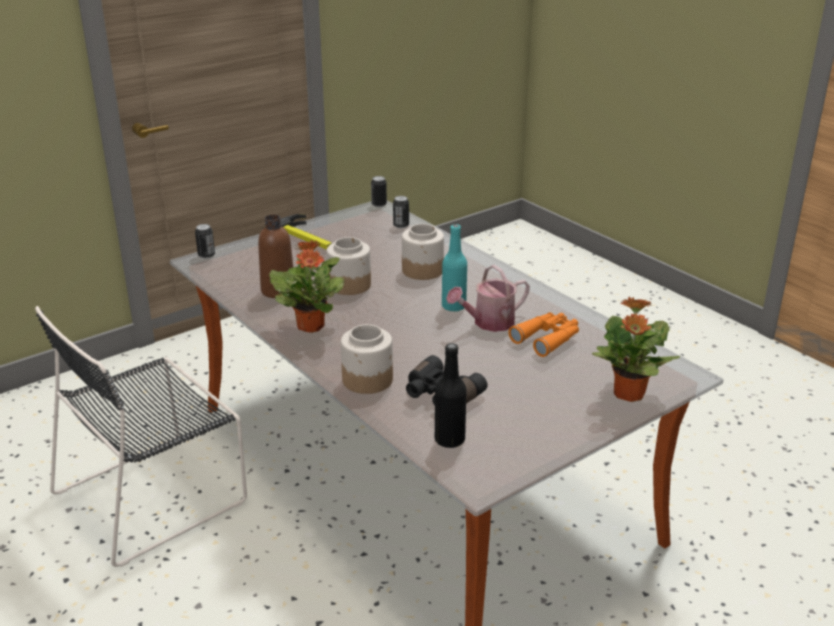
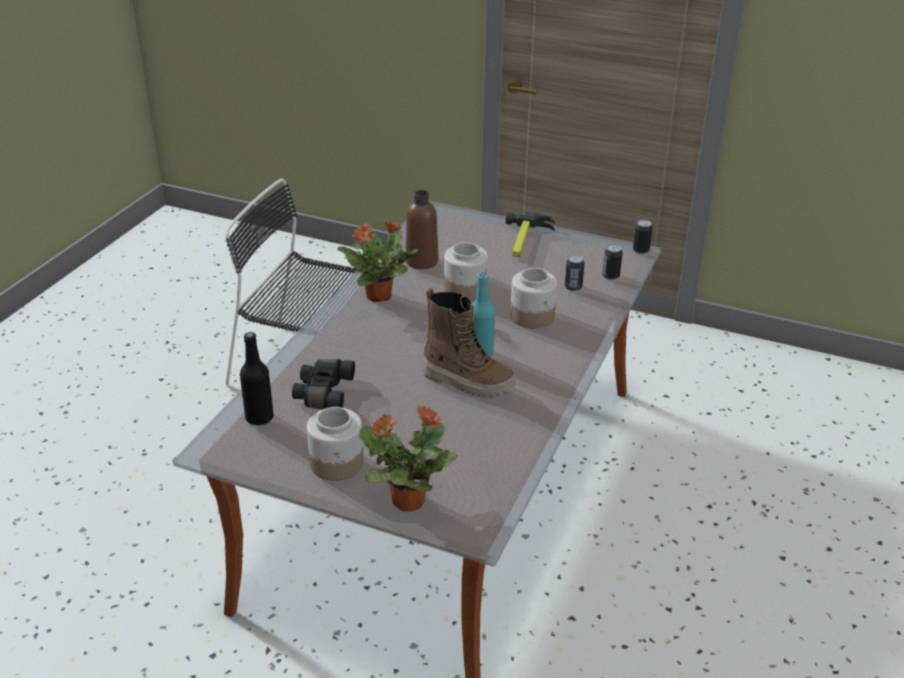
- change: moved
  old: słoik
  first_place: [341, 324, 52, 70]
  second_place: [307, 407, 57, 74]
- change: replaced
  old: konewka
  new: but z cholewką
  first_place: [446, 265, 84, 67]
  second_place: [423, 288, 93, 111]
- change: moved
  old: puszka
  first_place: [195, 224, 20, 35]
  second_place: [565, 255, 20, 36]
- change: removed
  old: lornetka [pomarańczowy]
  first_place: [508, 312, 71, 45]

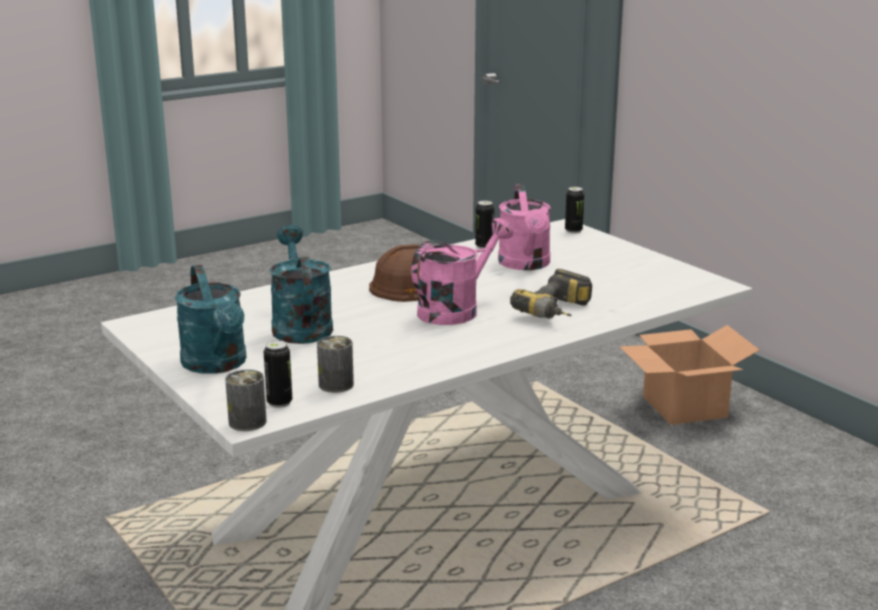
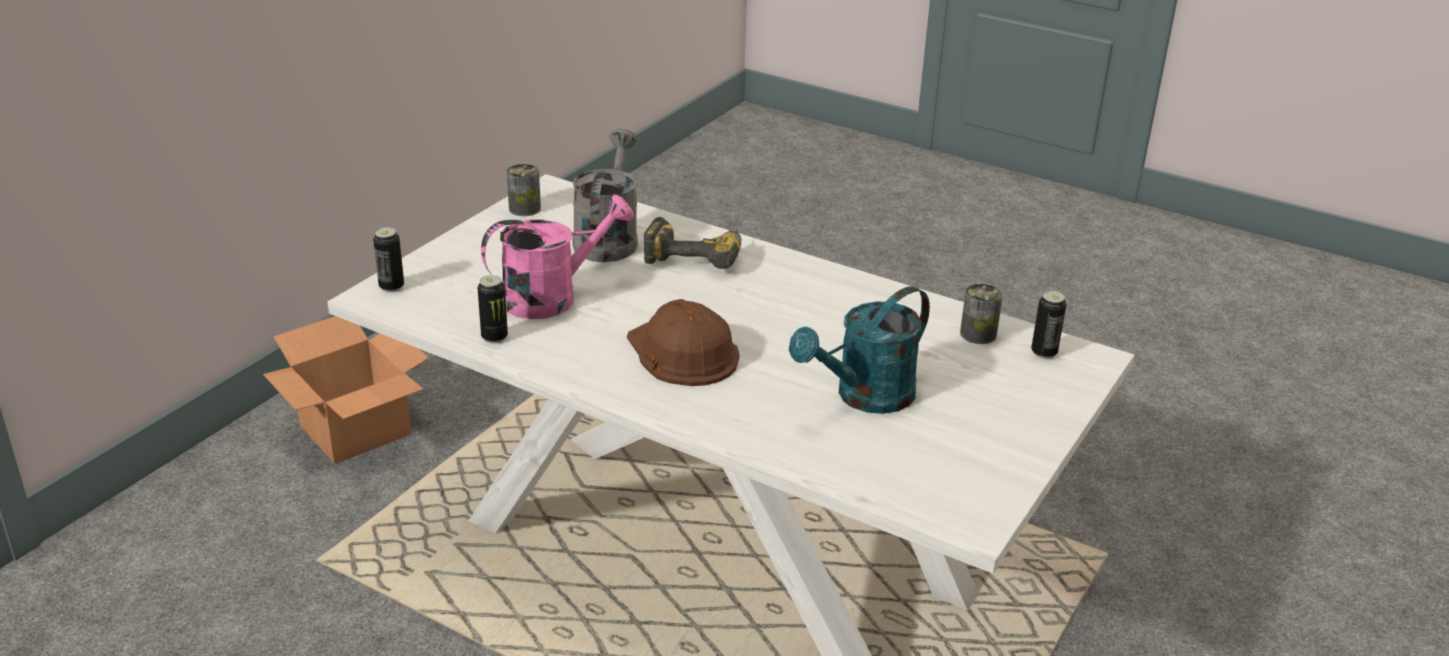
- change: moved
  old: puszka
  first_place: [225, 370, 41, 61]
  second_place: [507, 164, 34, 52]
- change: added
  new: konewka [szary]
  second_place: [572, 128, 66, 134]
- change: removed
  old: konewka [turkusowy]
  first_place: [175, 265, 71, 109]
- change: removed
  old: konewka [różowy]
  first_place: [411, 218, 102, 107]

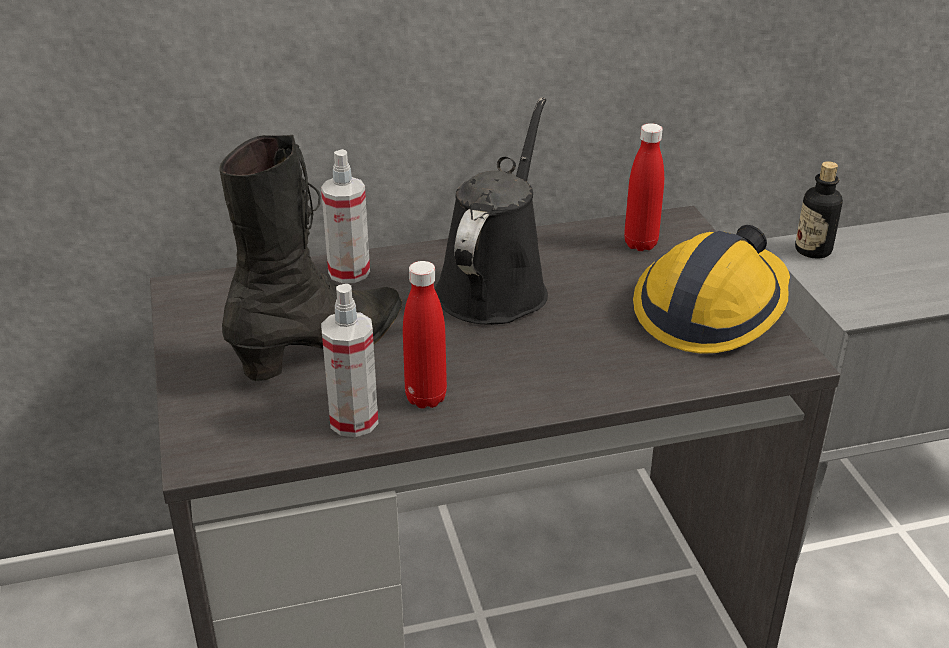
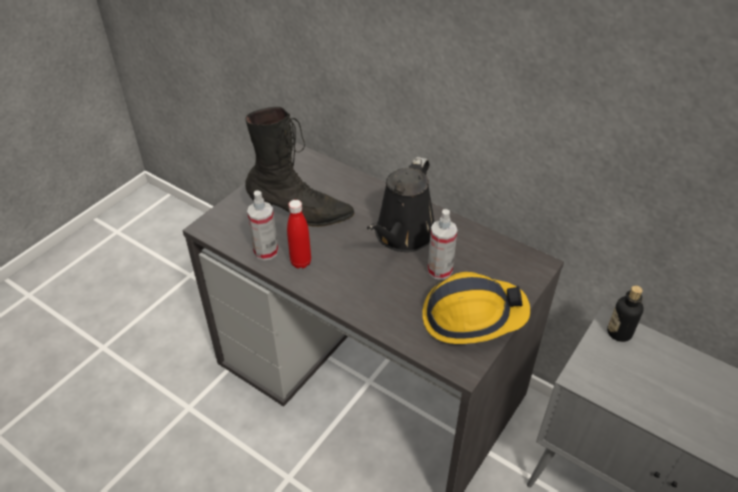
- change: turned
  old: konewka [czarny]
  first_place: [435, 97, 113, 228]
  second_place: [367, 157, 68, 95]
  degrees: 135
- change: moved
  old: spryskiwacz
  first_place: [321, 149, 49, 134]
  second_place: [428, 209, 30, 71]
- change: removed
  old: butelka [czerwony]
  first_place: [624, 123, 40, 128]

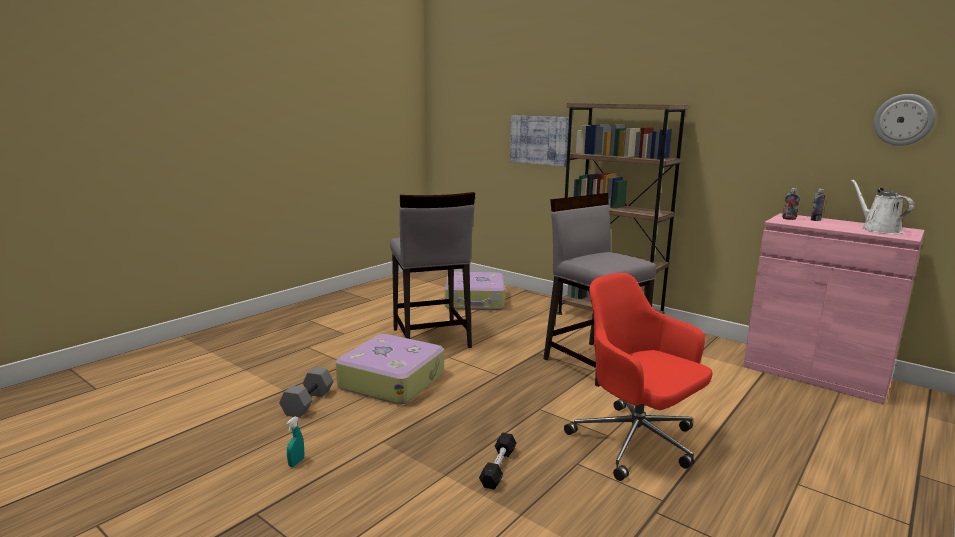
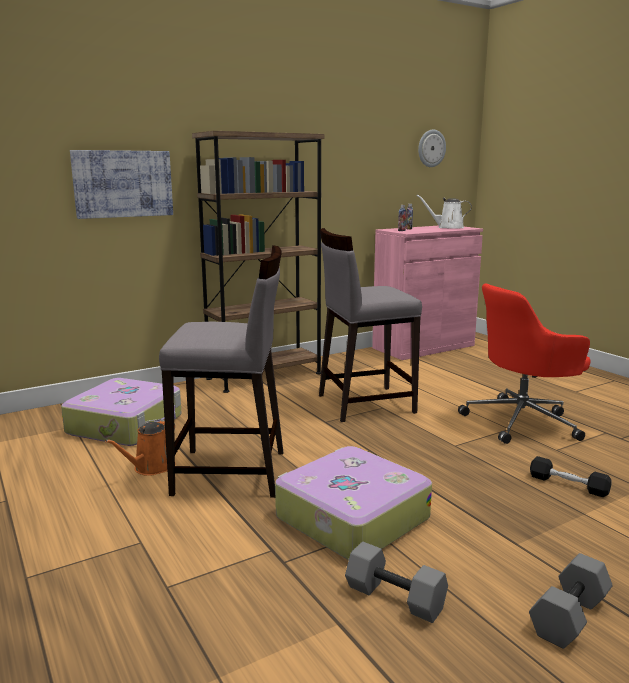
- change: added
  new: konewka [pomarańczowy]
  second_place: [105, 419, 70, 57]
- change: replaced
  old: spryskiwacz [turkusowy]
  new: hantel [szary]
  first_place: [287, 417, 17, 50]
  second_place: [529, 553, 84, 96]

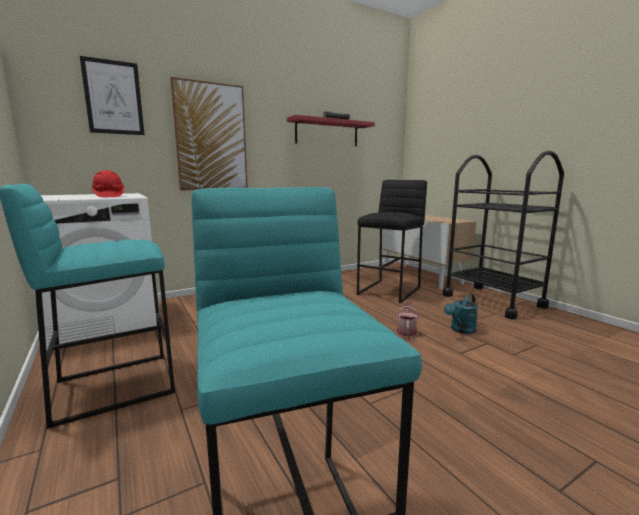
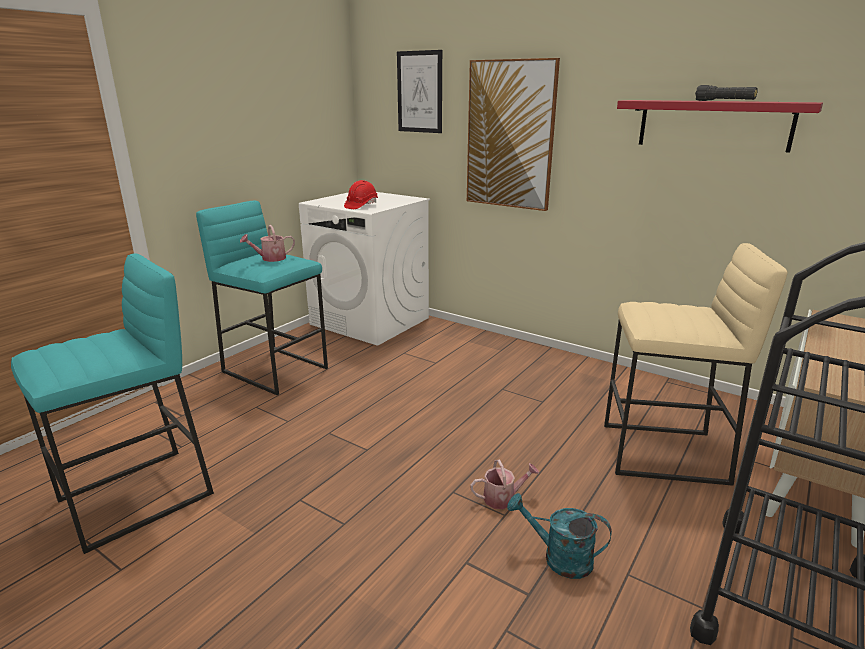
- change: added
  new: konewka
  second_place: [240, 225, 55, 37]
- change: recoloured
  old: stołek [czarny]
  new: stołek [beżowy]
  first_place: [357, 180, 70, 123]
  second_place: [604, 243, 184, 243]

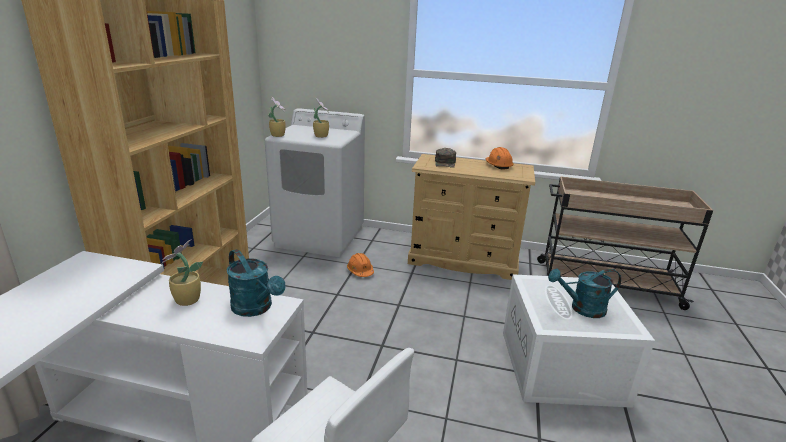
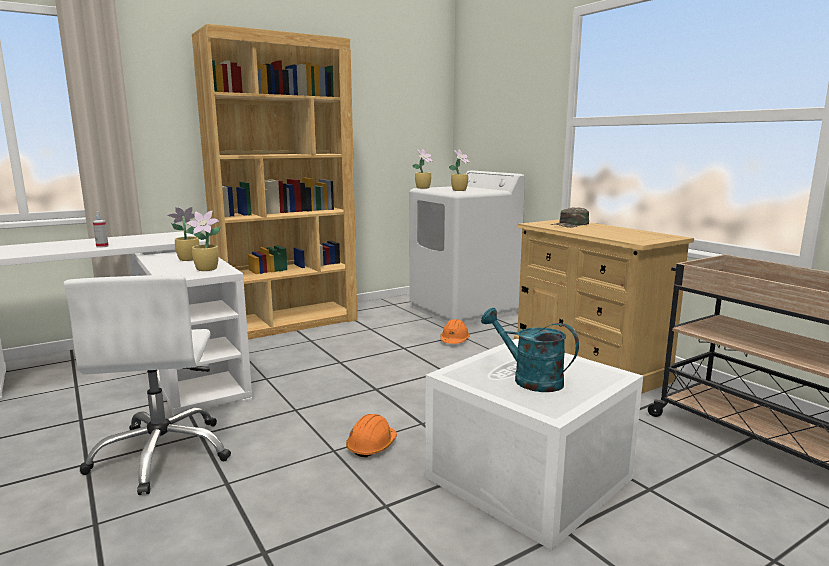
- change: added
  new: spryskiwacz
  second_place: [93, 212, 16, 36]
- change: replaced
  old: konewka [turkusowy]
  new: roślina doniczkowa
  first_place: [226, 249, 60, 68]
  second_place: [186, 211, 35, 60]
- change: moved
  old: kask [pomarańczowy]
  first_place: [486, 147, 28, 23]
  second_place: [346, 414, 51, 43]

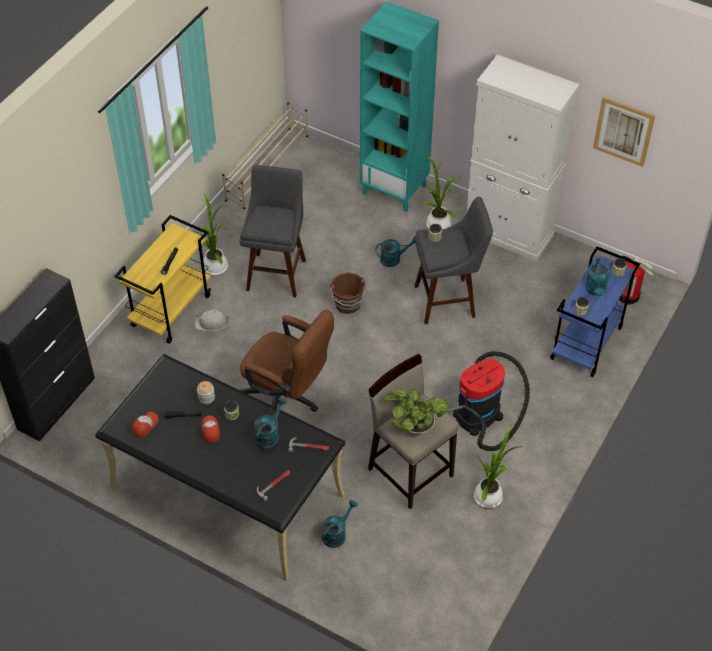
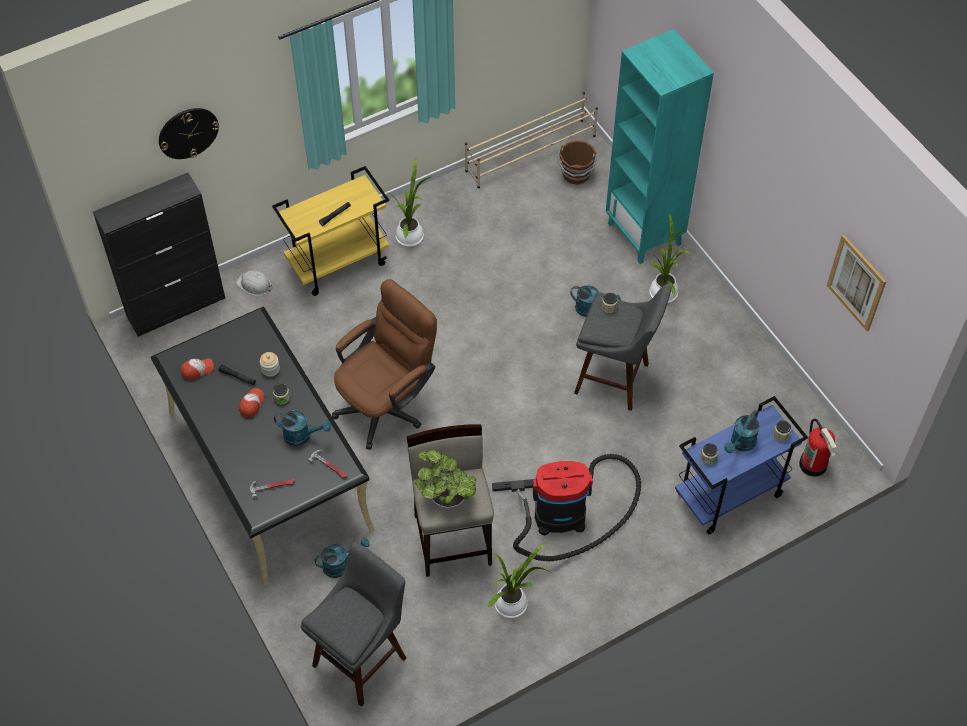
- change: added
  new: zegar ścienny
  second_place: [159, 108, 60, 51]
- change: moved
  old: kask [biały]
  first_place: [195, 310, 34, 22]
  second_place: [236, 271, 35, 25]
- change: turned
  old: konewka [turkusowy]
  first_place: [255, 397, 32, 52]
  second_place: [274, 410, 57, 36]
  degrees: 45
- change: moved
  old: stołek [szary]
  first_place: [240, 165, 66, 133]
  second_place: [301, 542, 105, 165]
- change: turned
  old: krzesło biurowe [brązowy]
  first_place: [240, 310, 94, 102]
  second_place: [332, 279, 105, 171]
  degrees: -105
- change: moved
  old: wiadro [brązowy]
  first_place: [330, 272, 38, 42]
  second_place: [557, 141, 40, 44]
- change: removed
  old: szafka [biały]
  first_place: [467, 54, 113, 208]

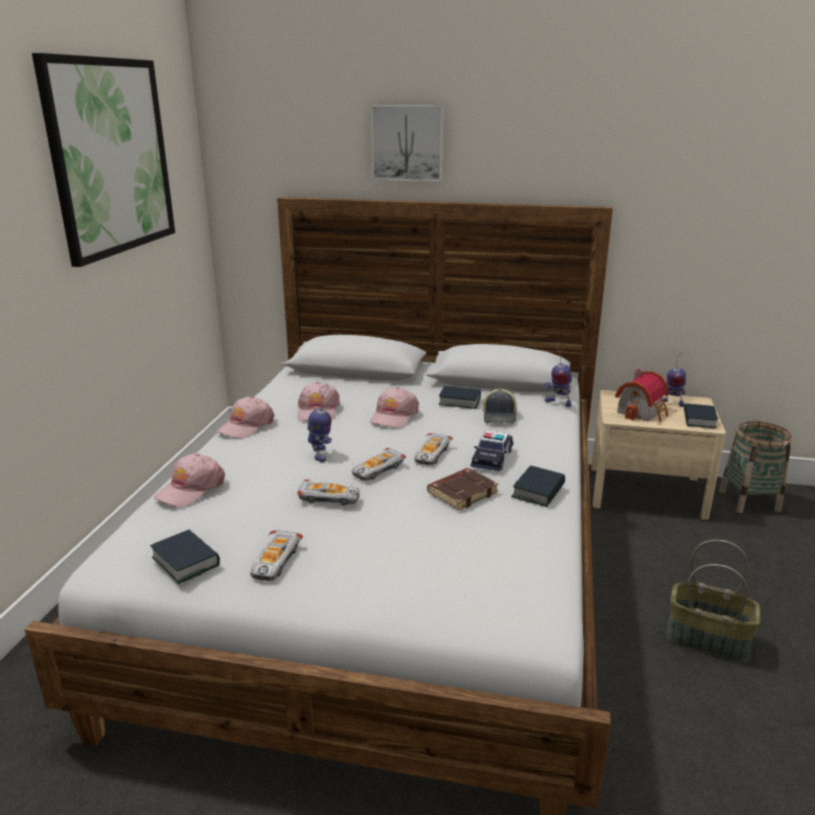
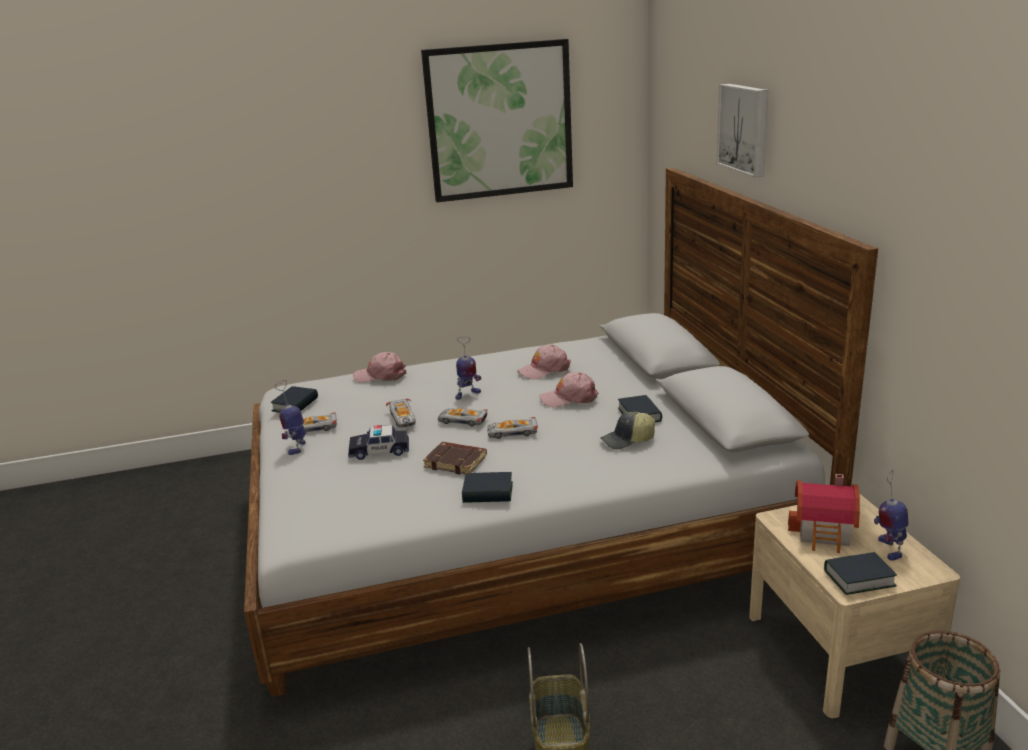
- change: moved
  old: robot zabawkowy
  first_place: [544, 342, 28, 65]
  second_place: [275, 380, 31, 75]
- change: moved
  old: samochodzik
  first_place: [471, 430, 43, 42]
  second_place: [348, 425, 61, 35]
- change: removed
  old: czapka z daszkiem [różowy]
  first_place: [217, 396, 57, 43]

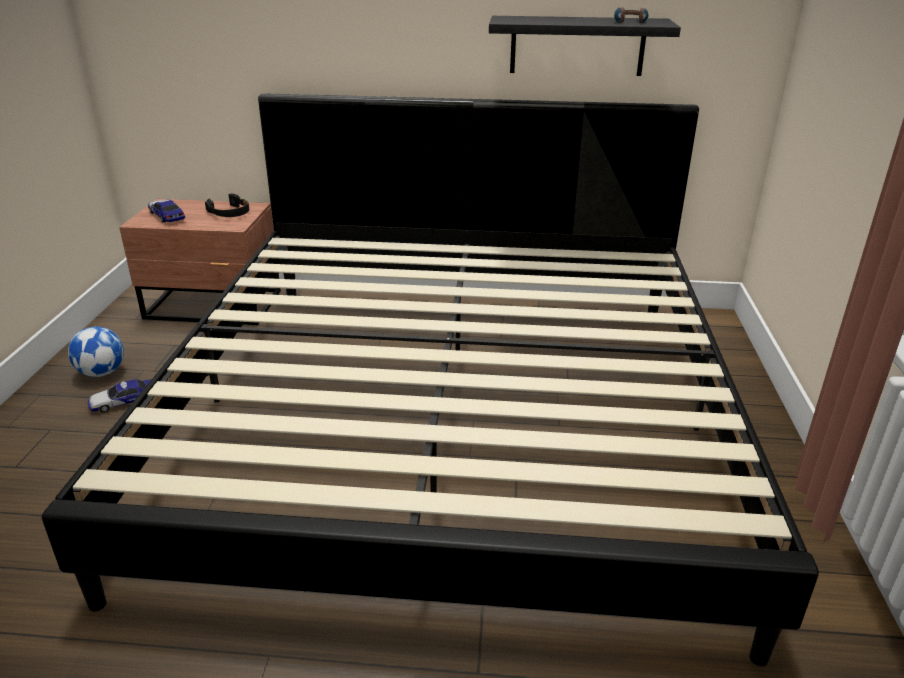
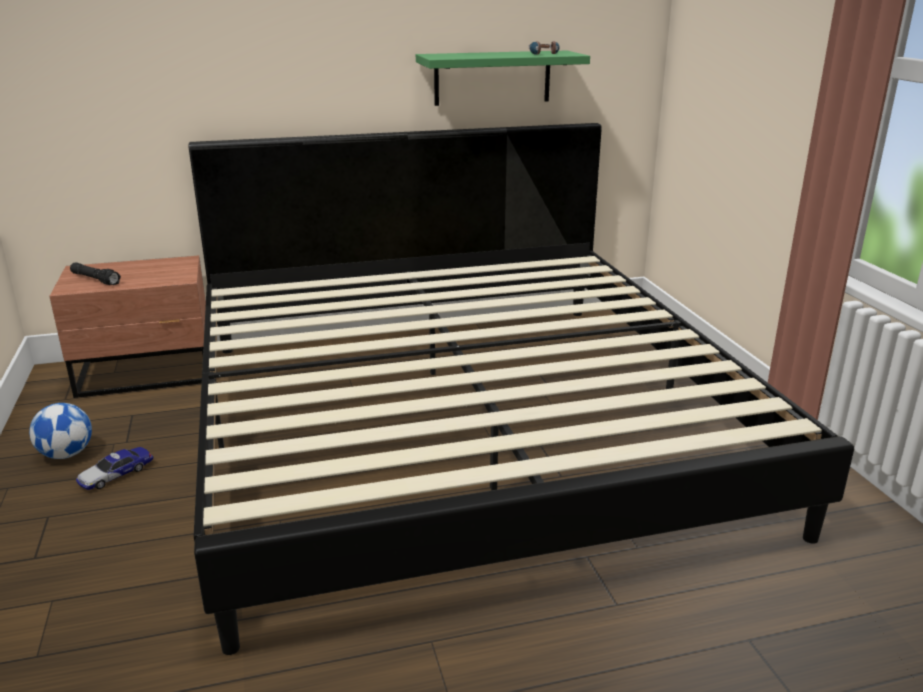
- change: replaced
  old: samochodzik
  new: latarka [czarny]
  first_place: [148, 199, 37, 23]
  second_place: [70, 263, 51, 22]
- change: recoloured
  old: półka [czarny]
  new: półka [zielony]
  first_place: [489, 16, 192, 60]
  second_place: [416, 51, 174, 55]
- change: removed
  old: słuchawki [czarny]
  first_place: [205, 193, 44, 24]

